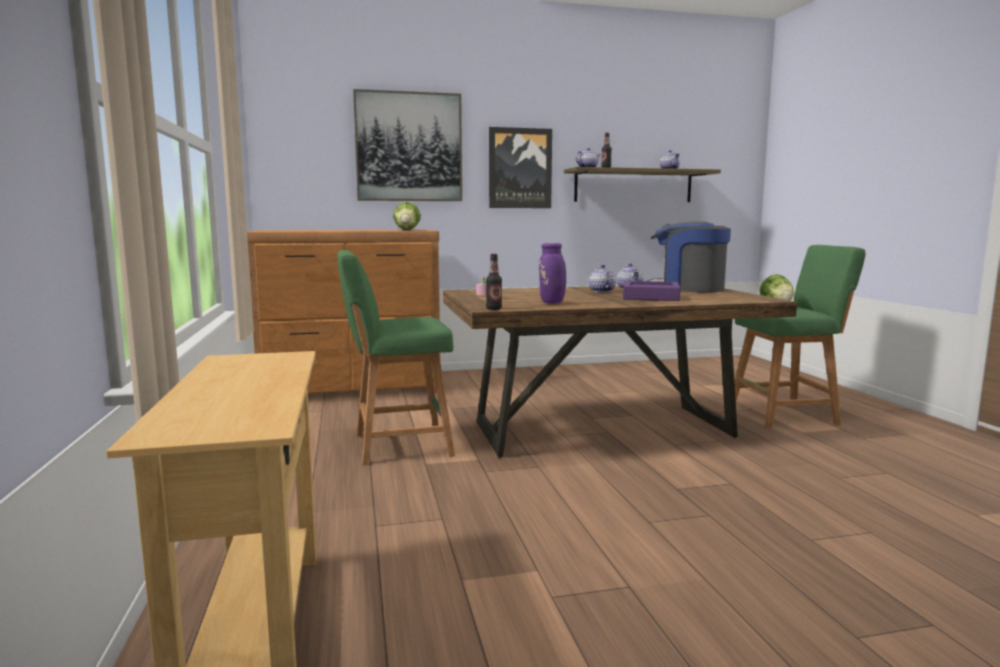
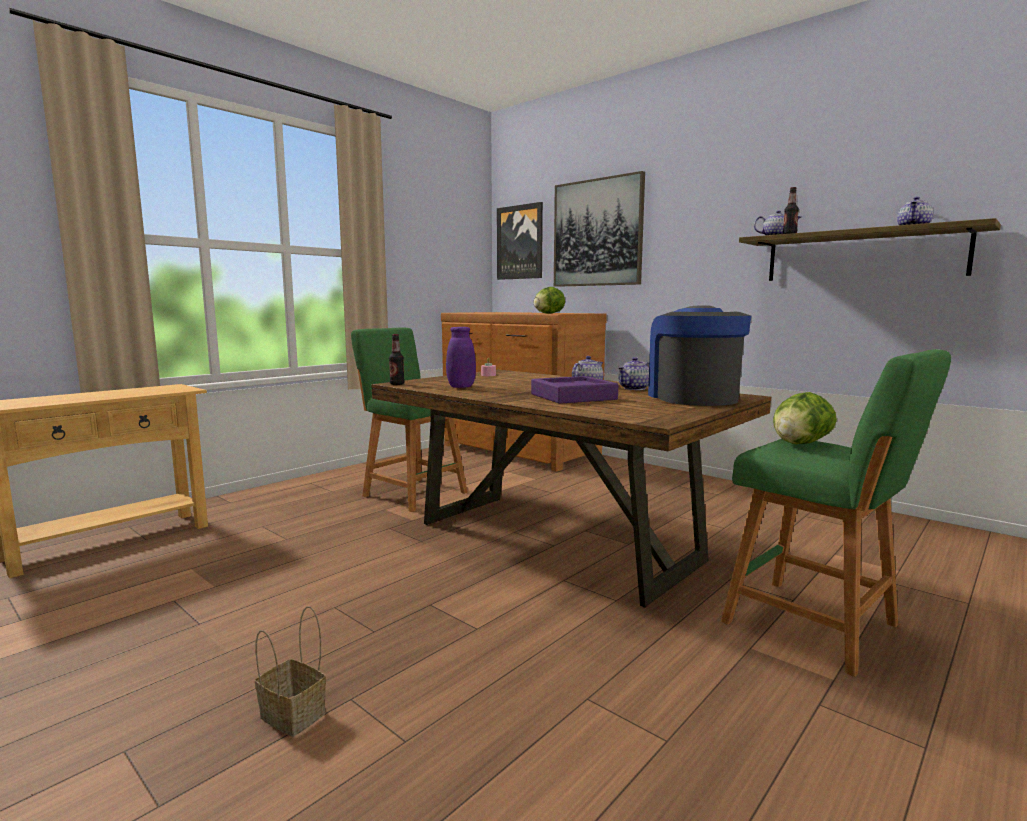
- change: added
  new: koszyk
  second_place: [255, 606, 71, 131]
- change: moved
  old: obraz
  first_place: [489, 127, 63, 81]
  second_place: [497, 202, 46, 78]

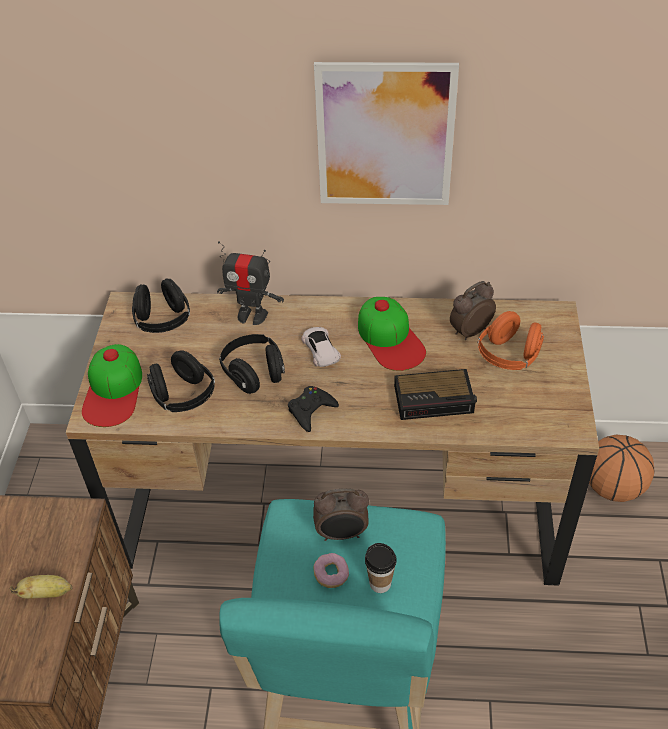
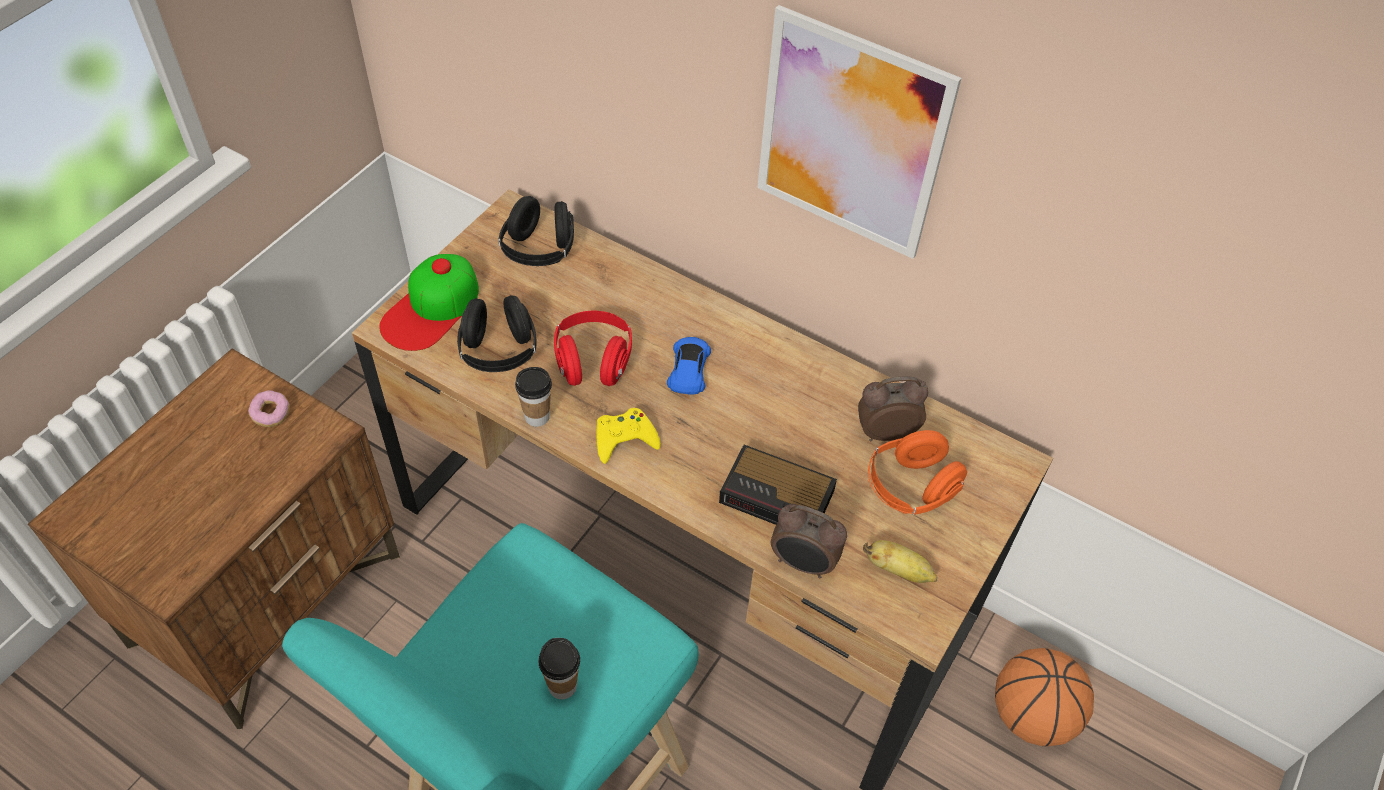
- change: moved
  old: donut
  first_place: [314, 553, 35, 35]
  second_place: [248, 390, 42, 37]
- change: added
  new: filiżanka
  second_place: [515, 367, 37, 60]
- change: recoloured
  old: słuchawki [czarny]
  new: słuchawki [czerwony]
  first_place: [219, 334, 66, 60]
  second_place: [554, 311, 78, 75]
- change: recoloured
  old: pad do gier [czarny]
  new: pad do gier [żółty]
  first_place: [288, 386, 51, 46]
  second_place: [597, 408, 64, 56]
- change: recoloured
  old: samochodzik [biały]
  new: samochodzik [niebieski]
  first_place: [301, 327, 40, 40]
  second_place: [667, 337, 44, 57]
- change: moved
  old: budzik
  first_place: [313, 488, 56, 53]
  second_place: [771, 504, 76, 74]
- change: moved
  old: banan
  first_place: [10, 575, 63, 24]
  second_place: [863, 540, 75, 43]
- change: removed
  old: robot zabawkowy
  first_place: [217, 241, 67, 84]
- change: removed
  old: czapka z daszkiem
  first_place: [358, 297, 68, 74]

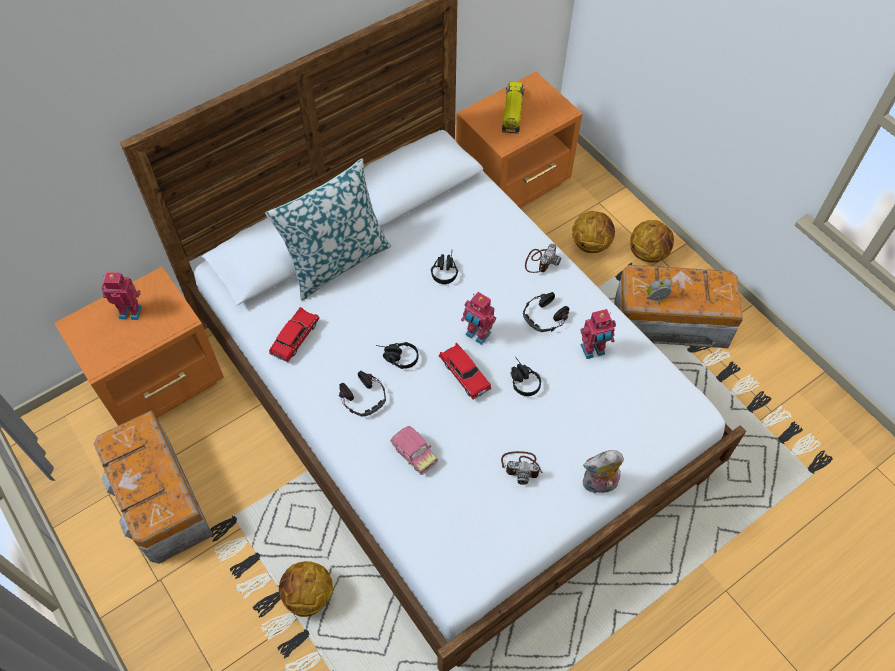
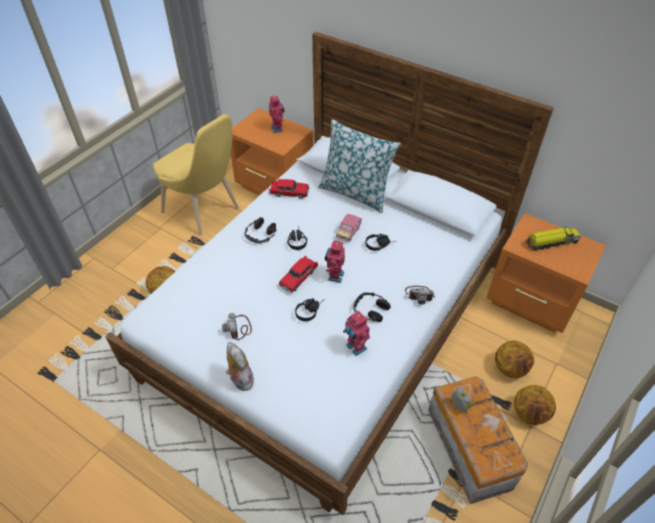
- change: replaced
  old: pojemnik do przechowywania
  new: krzesło [żółty]
  first_place: [94, 410, 119, 154]
  second_place: [153, 114, 86, 122]
- change: moved
  old: samochodzik
  first_place: [390, 426, 48, 49]
  second_place: [336, 214, 26, 28]

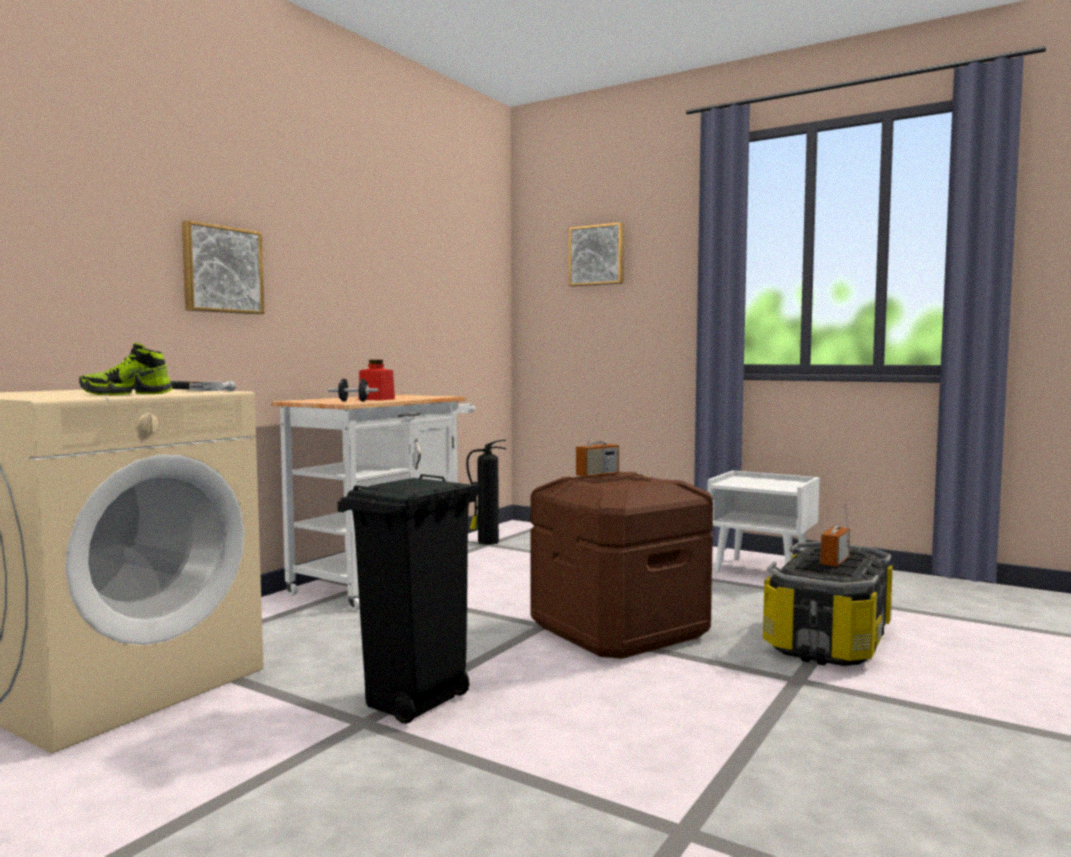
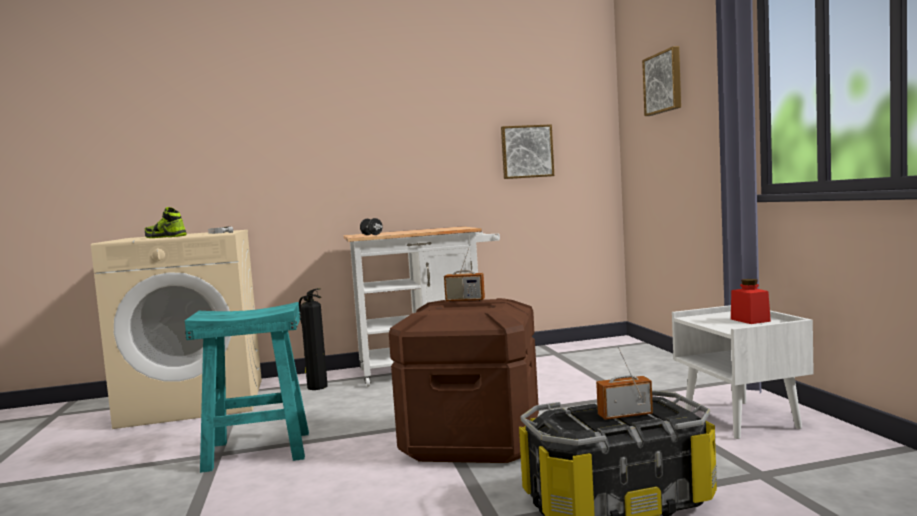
- change: replaced
  old: kosz na śmieci [czarny]
  new: stołek [turkusowy]
  first_place: [337, 474, 142, 250]
  second_place: [185, 302, 124, 171]
- change: moved
  old: gaśnica
  first_place: [466, 440, 40, 105]
  second_place: [299, 288, 29, 102]
- change: moved
  old: obraz
  first_place: [182, 220, 82, 94]
  second_place: [501, 124, 53, 55]
- change: moved
  old: słoik [czerwony]
  first_place: [359, 360, 36, 40]
  second_place: [731, 279, 40, 45]

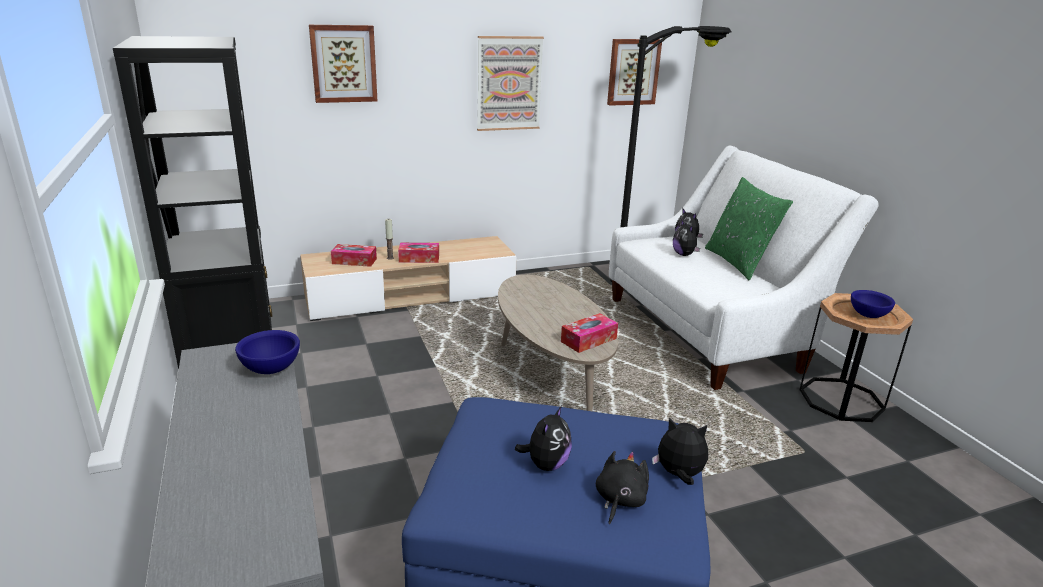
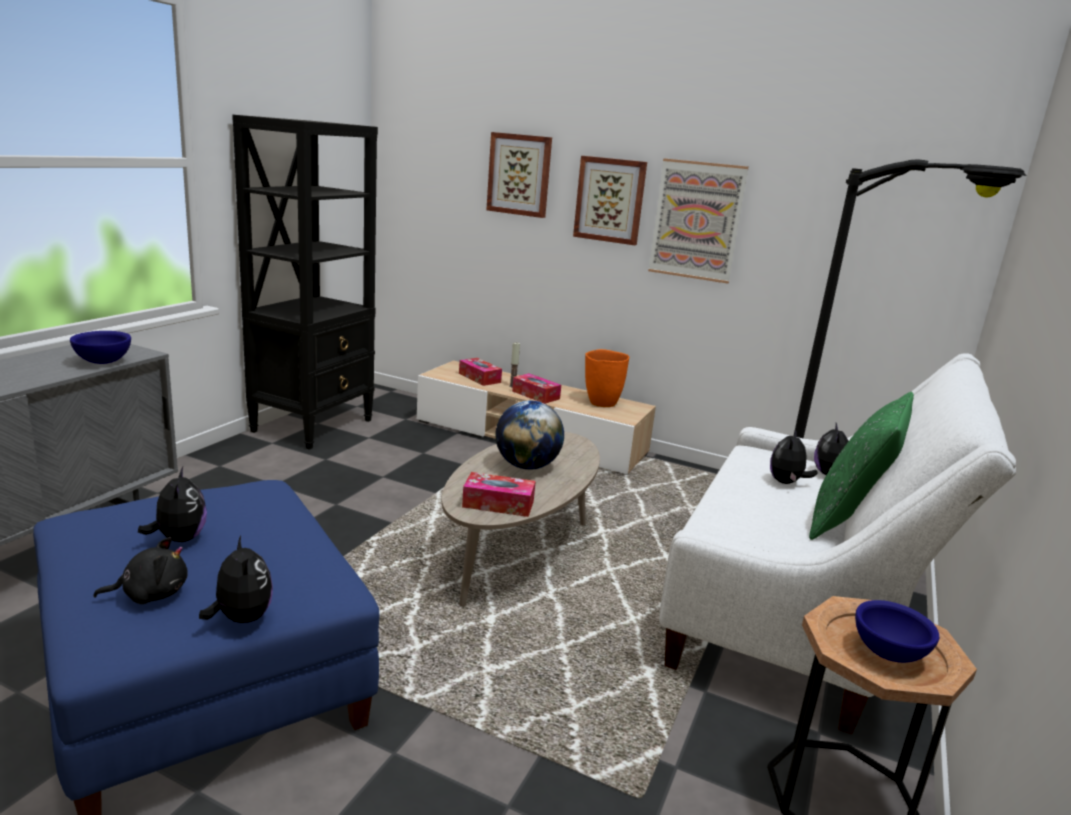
- change: turned
  old: pluszak
  first_place: [515, 405, 57, 66]
  second_place: [138, 467, 69, 75]
  degrees: -90
- change: added
  new: globus
  second_place: [495, 400, 69, 70]
- change: moved
  old: obraz
  first_place: [607, 39, 55, 67]
  second_place: [573, 156, 74, 89]
- change: added
  new: wazon [pomarańczowy]
  second_place: [585, 349, 44, 58]

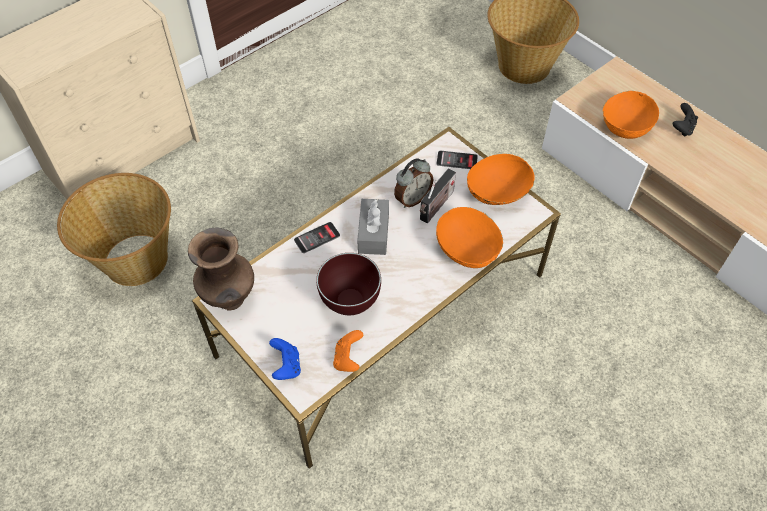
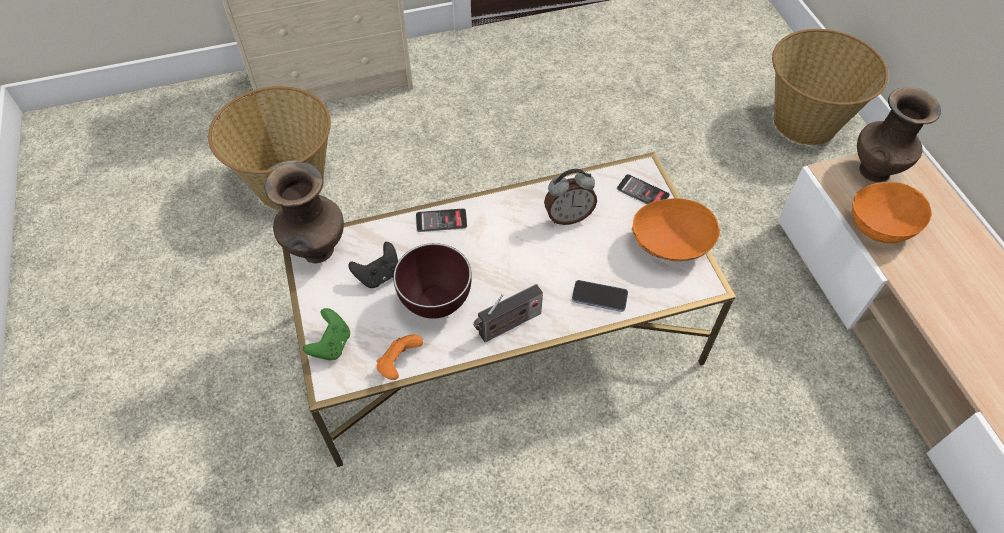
- change: recoloured
  old: pad do gier [niebieski]
  new: pad do gier [zielony]
  first_place: [269, 338, 32, 42]
  second_place: [303, 308, 47, 52]
- change: moved
  old: pad do gier [czarny]
  first_place: [673, 103, 25, 34]
  second_place: [348, 242, 50, 46]
- change: moved
  old: radio
  first_place: [420, 168, 36, 55]
  second_place: [473, 284, 70, 59]
- change: replaced
  old: miska [pomarańczowy]
  new: telefon
  first_place: [436, 207, 67, 61]
  second_place: [572, 280, 56, 32]
- change: added
  new: wazon [brązowy]
  second_place: [857, 87, 84, 95]
- change: removed
  old: pudełko chusteczek [szary]
  first_place: [357, 199, 32, 56]

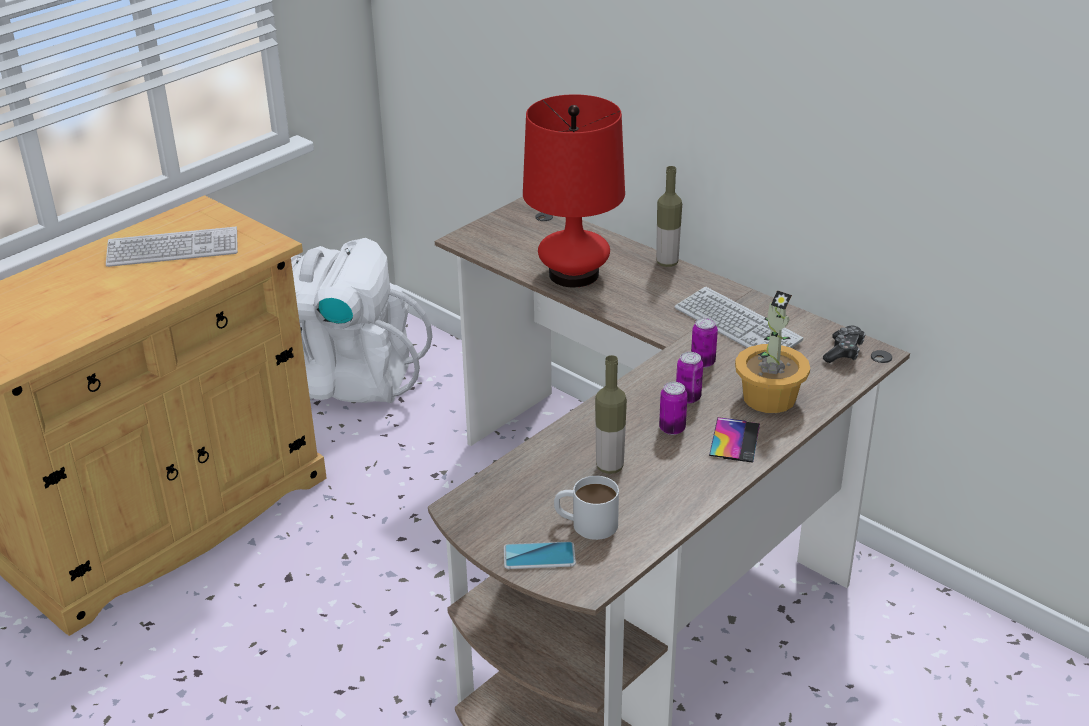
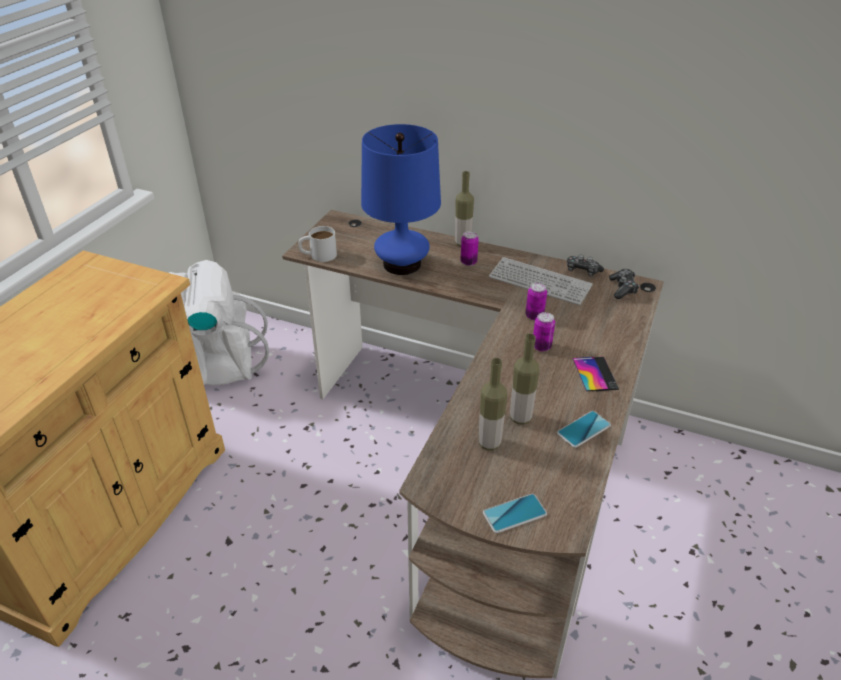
- change: moved
  old: kubek [biały]
  first_place: [554, 476, 65, 64]
  second_place: [298, 226, 39, 36]
- change: recoloured
  old: lampa stołowa [czerwony]
  new: lampa stołowa [niebieski]
  first_place: [523, 94, 102, 193]
  second_place: [361, 124, 80, 151]
- change: moved
  old: puszka
  first_place: [659, 382, 29, 53]
  second_place: [461, 231, 18, 35]
- change: added
  new: butelka
  second_place: [479, 358, 28, 92]
- change: added
  new: telefon
  second_place: [557, 411, 54, 37]
- change: added
  new: pad do gier
  second_place: [567, 254, 37, 22]
- change: removed
  old: klawiatura
  first_place: [106, 227, 132, 40]
- change: removed
  old: roślina doniczkowa
  first_place: [735, 290, 75, 123]

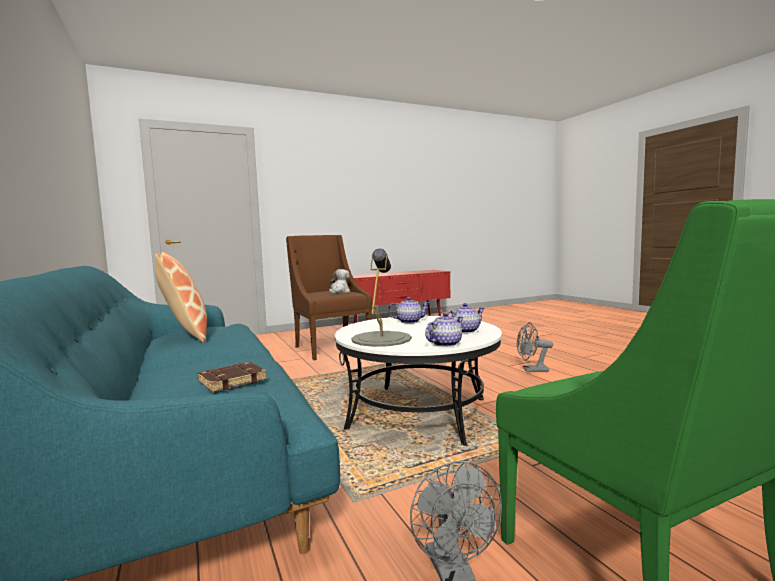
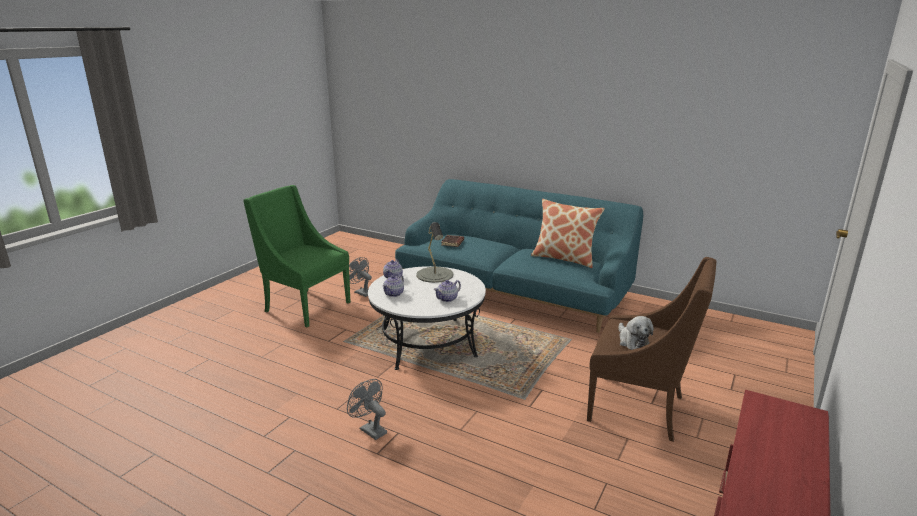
- change: turned
  old: wentylator [szary]
  first_place: [517, 322, 36, 50]
  second_place: [347, 379, 40, 61]
  degrees: -105

